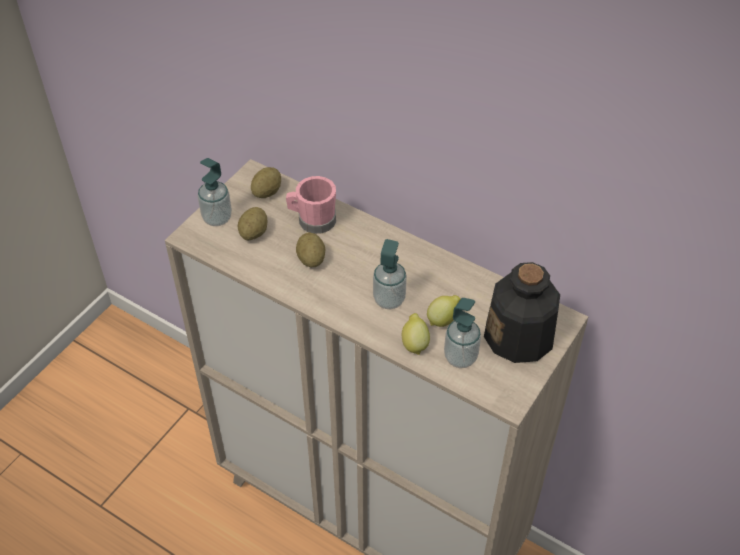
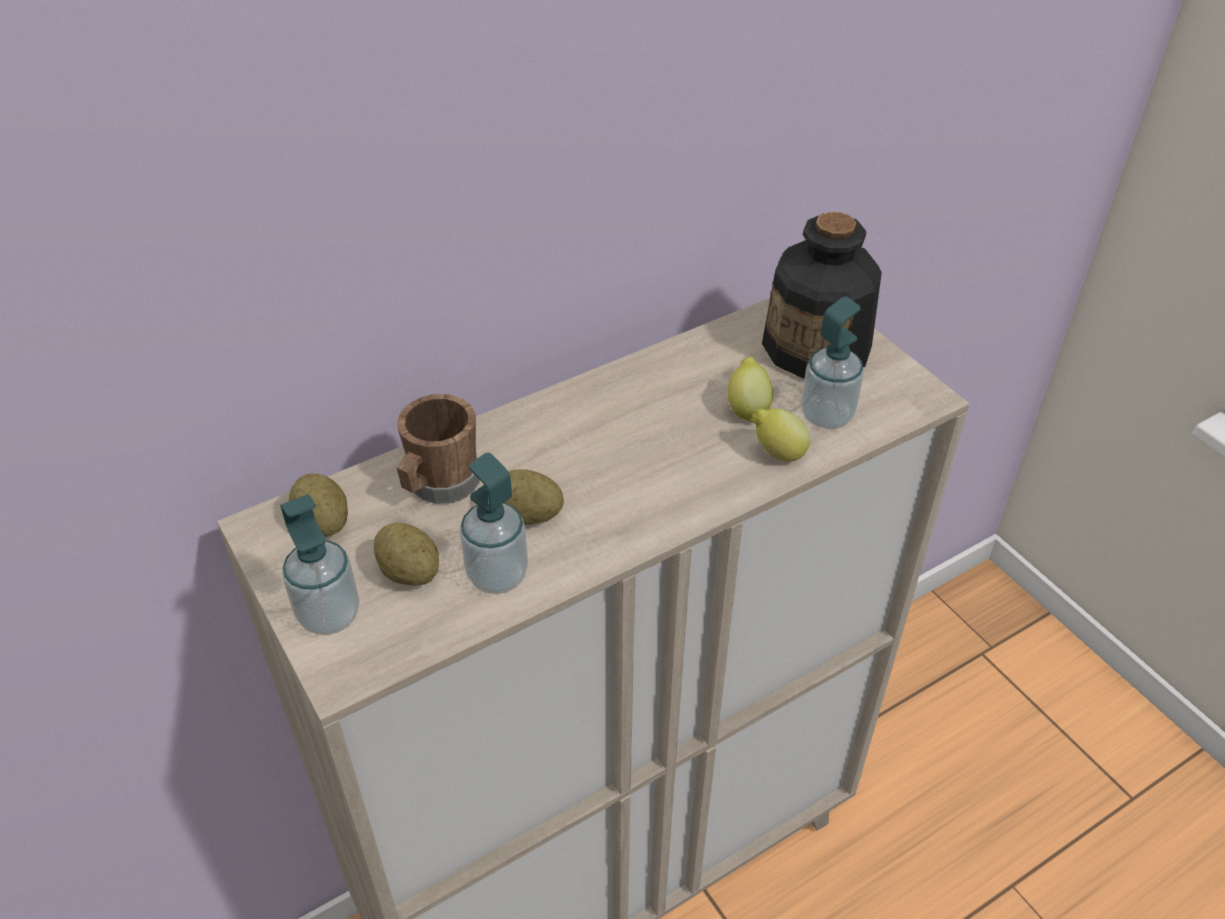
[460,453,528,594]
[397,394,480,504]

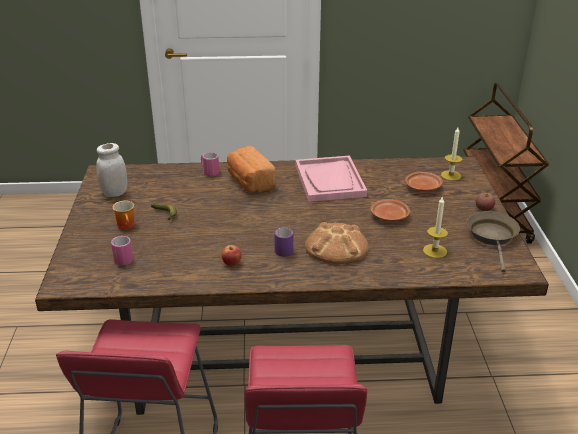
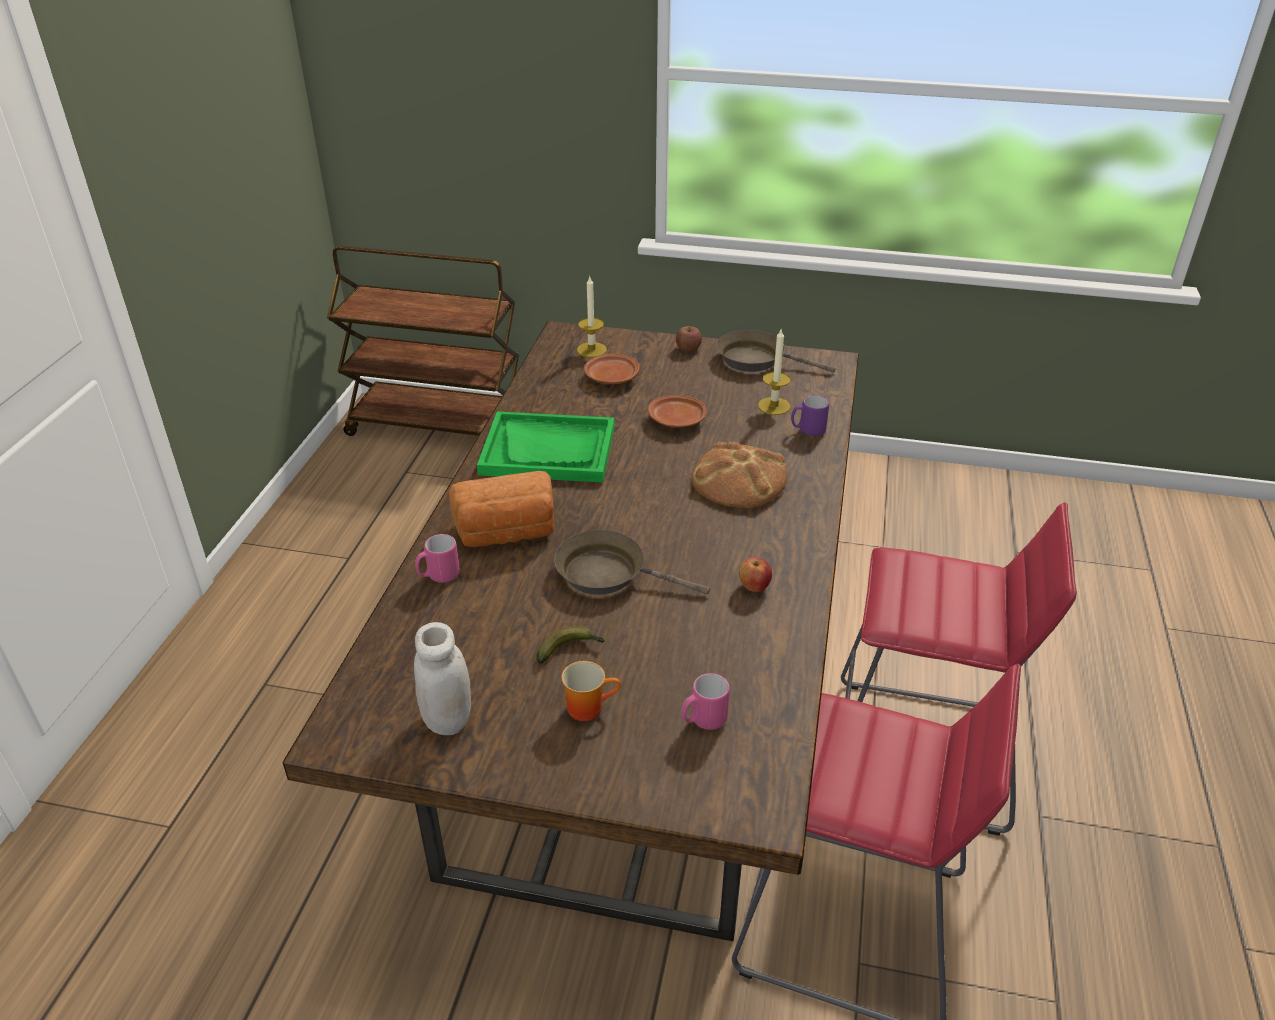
[554,530,710,595]
[791,395,829,436]
[477,411,615,483]

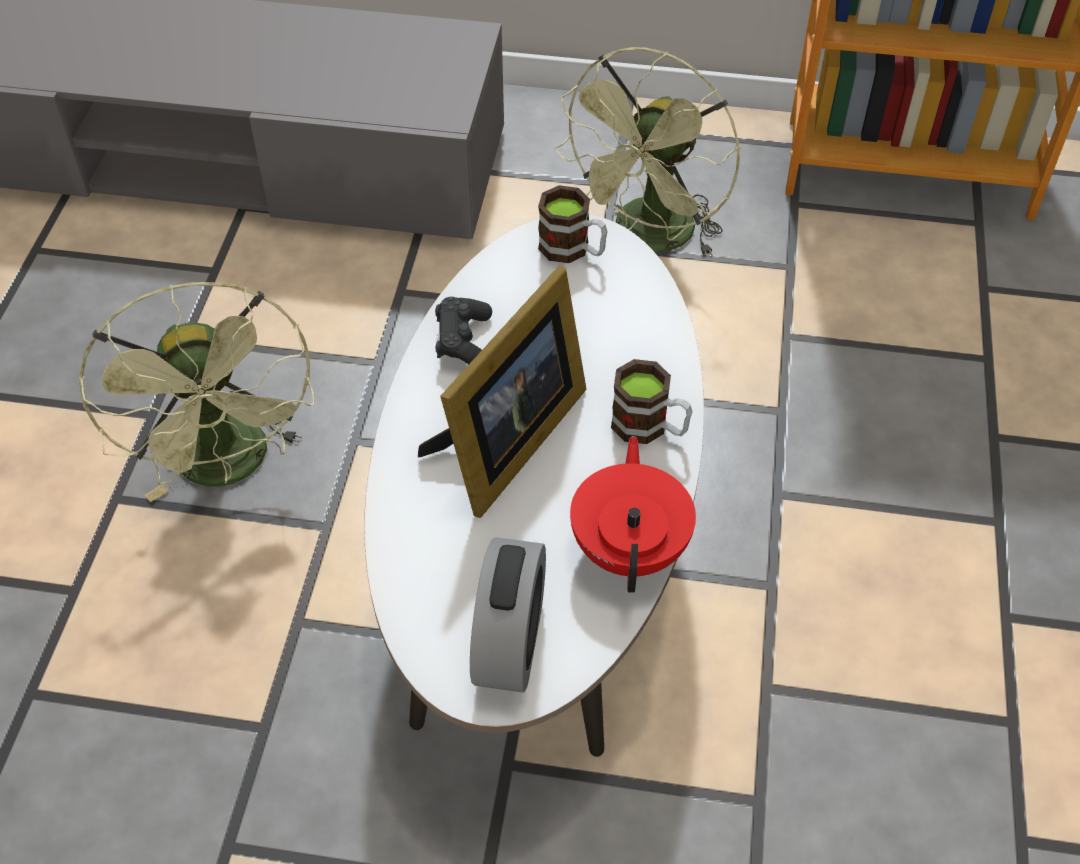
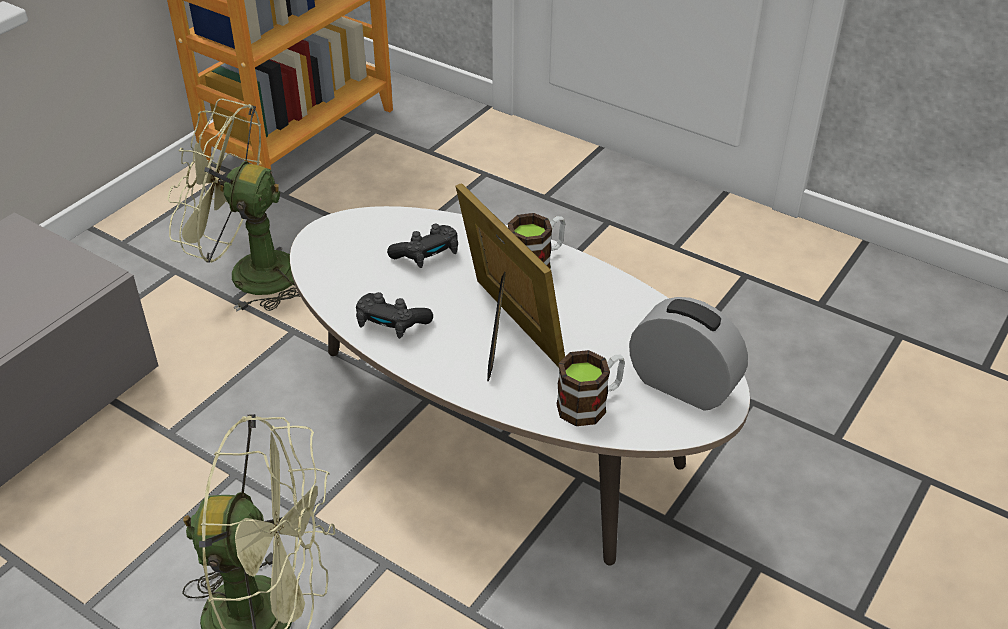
[570,436,696,593] (first image)
[387,224,458,268]
[556,350,625,426]
[167,98,301,311]

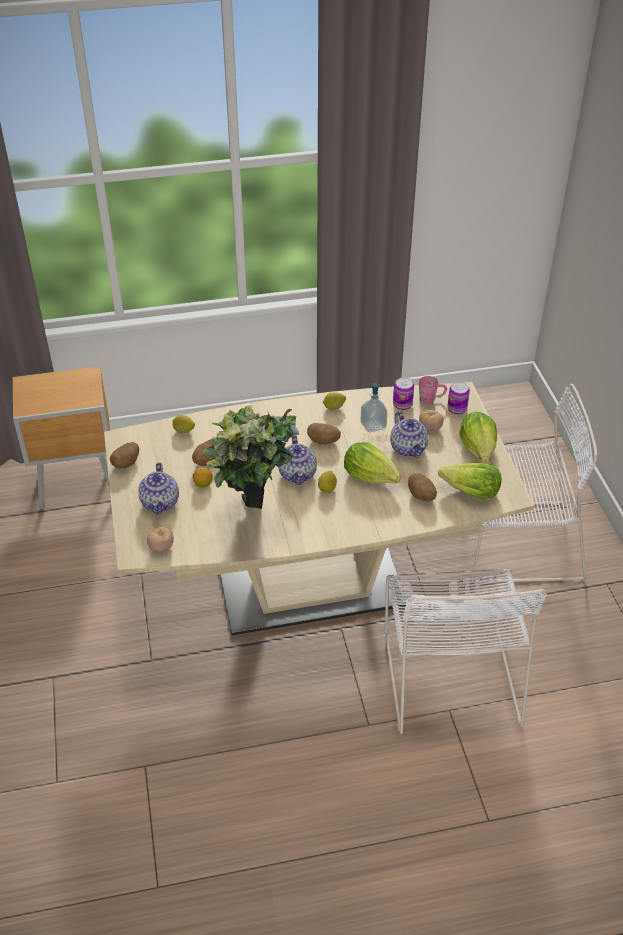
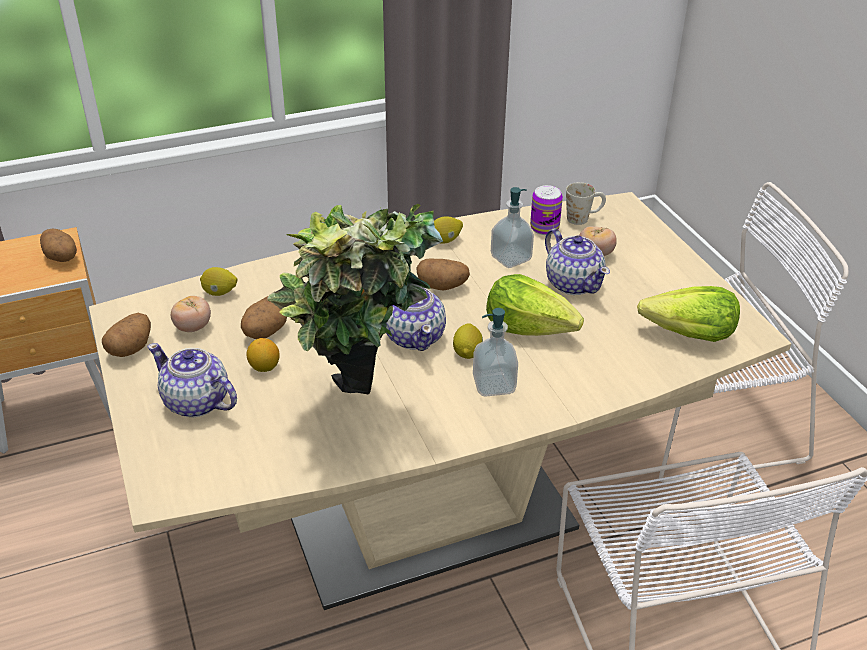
[447,382,470,415] (first image)
[459,411,497,462] (first image)
[473,308,518,397]
[171,296,211,332]
[40,229,77,262]
[566,182,606,225]
[147,343,237,418]

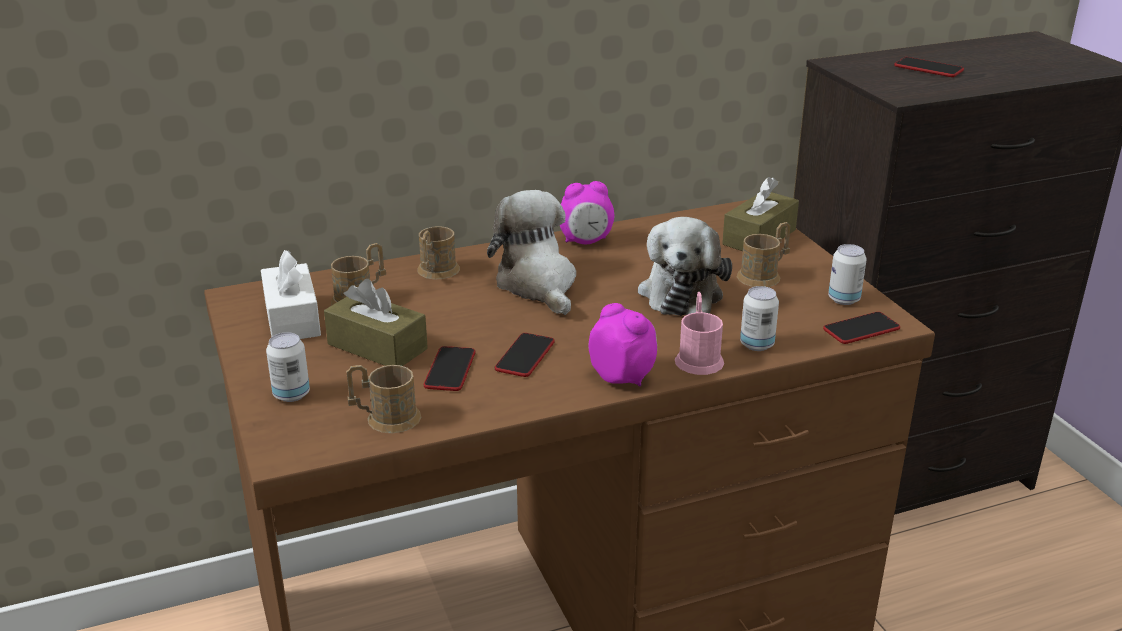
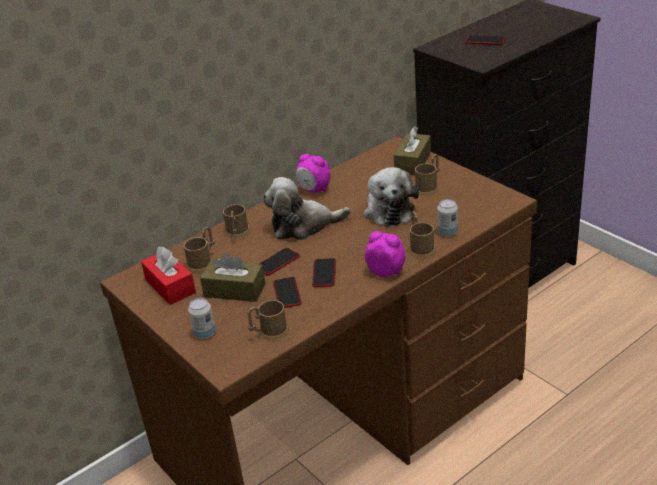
[828,244,867,305] (first image)
[259,248,300,275]
[141,246,196,305]
[408,211,437,259]
[263,177,351,240]
[296,154,331,193]

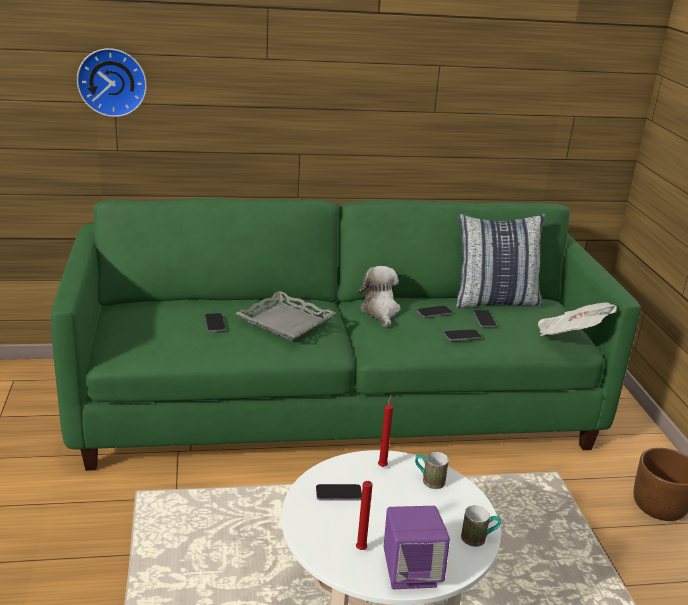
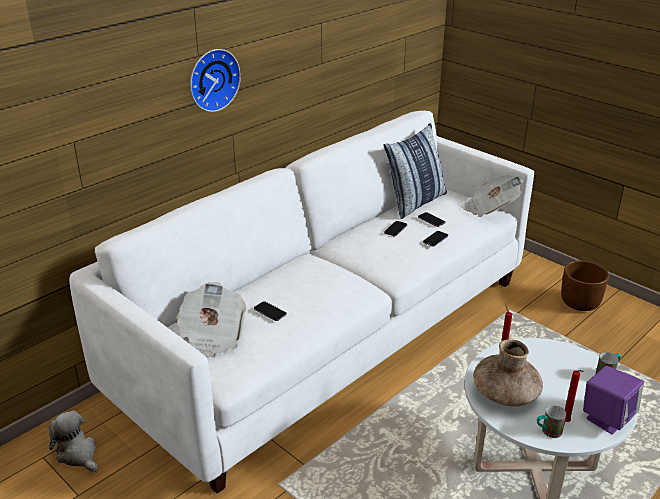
[235,291,336,341] (first image)
[176,282,246,358]
[190,49,241,112]
[49,411,98,472]
[537,405,566,438]
[473,339,543,406]
[69,111,534,494]

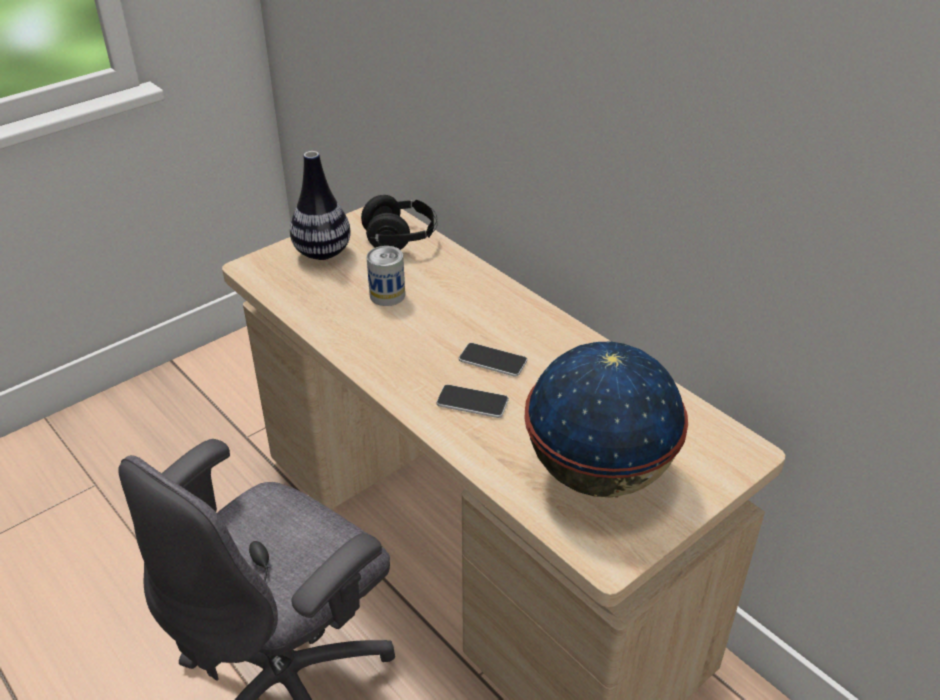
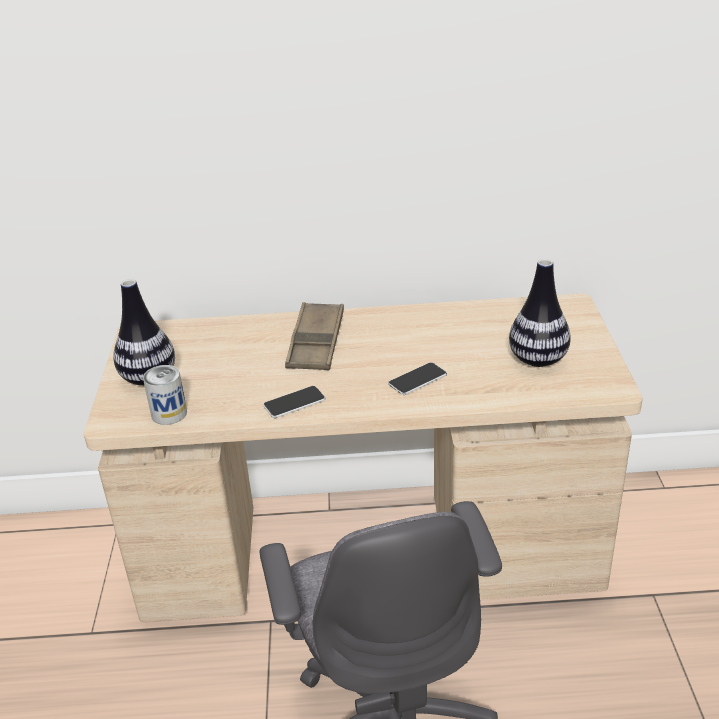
[361,195,438,250] (first image)
[285,302,344,370]
[143,365,187,425]
[263,386,325,418]
[509,259,571,367]

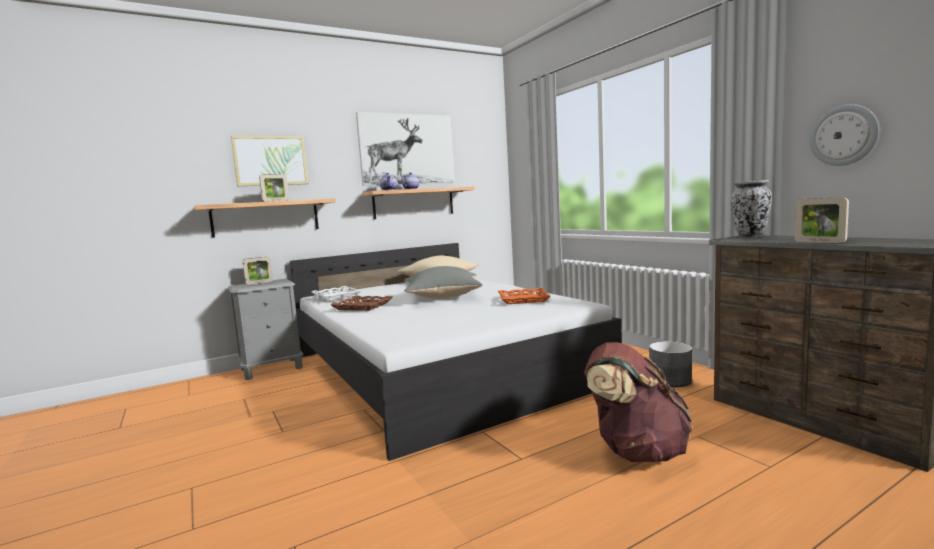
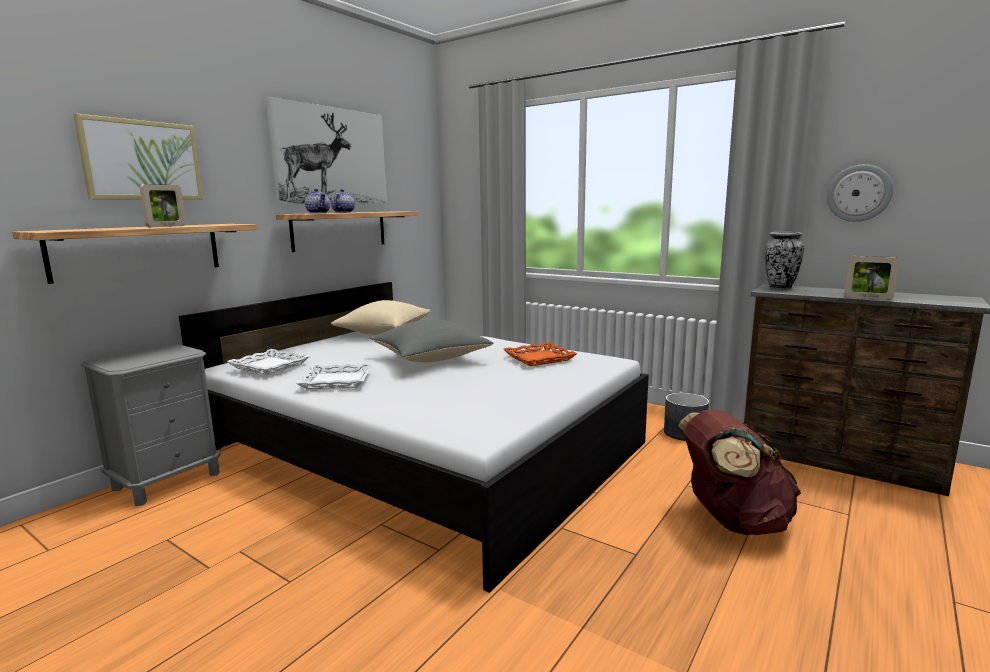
[243,257,273,285] (first image)
[296,363,373,389]

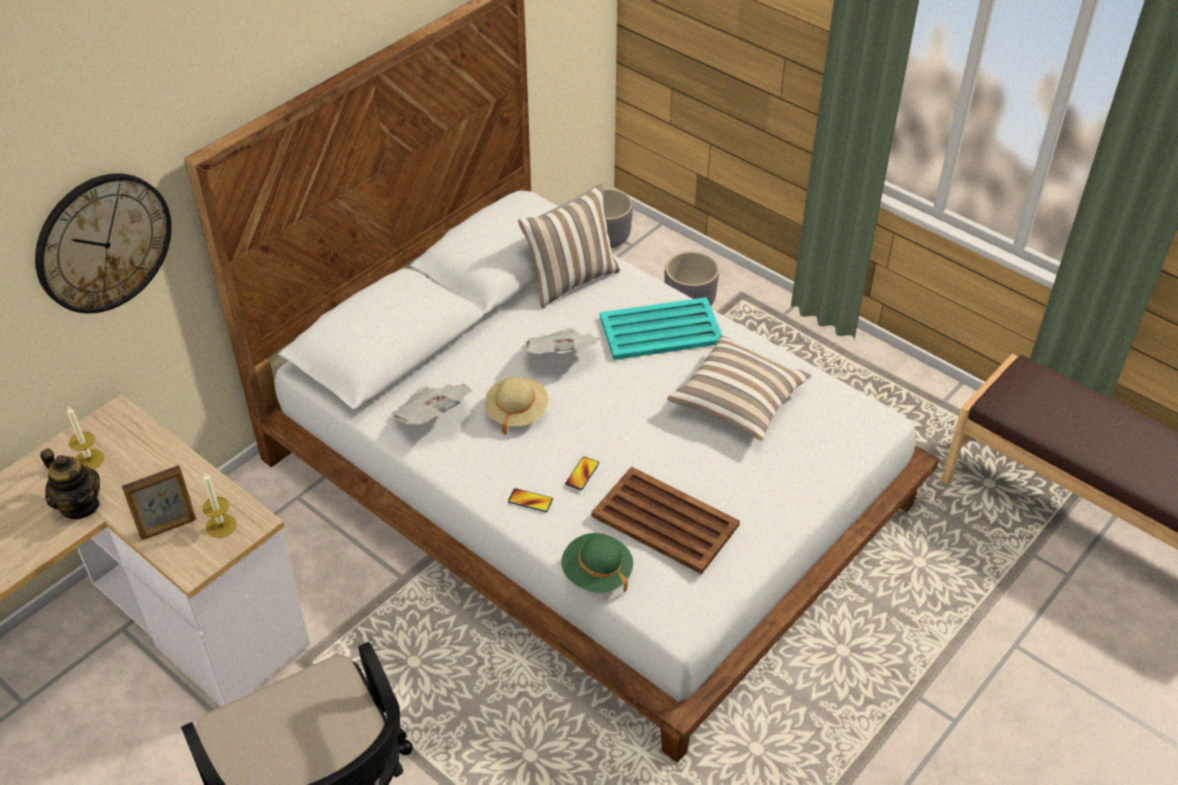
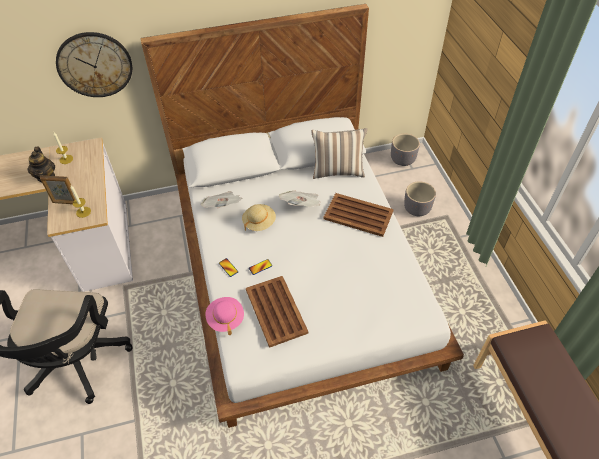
[667,335,811,441] (first image)
[205,297,244,335]
[323,193,394,237]

